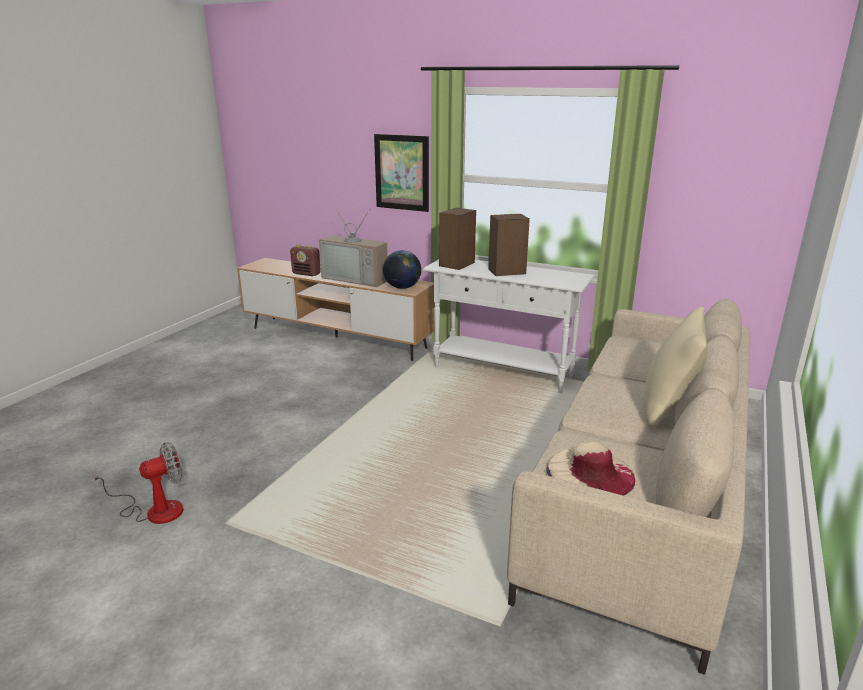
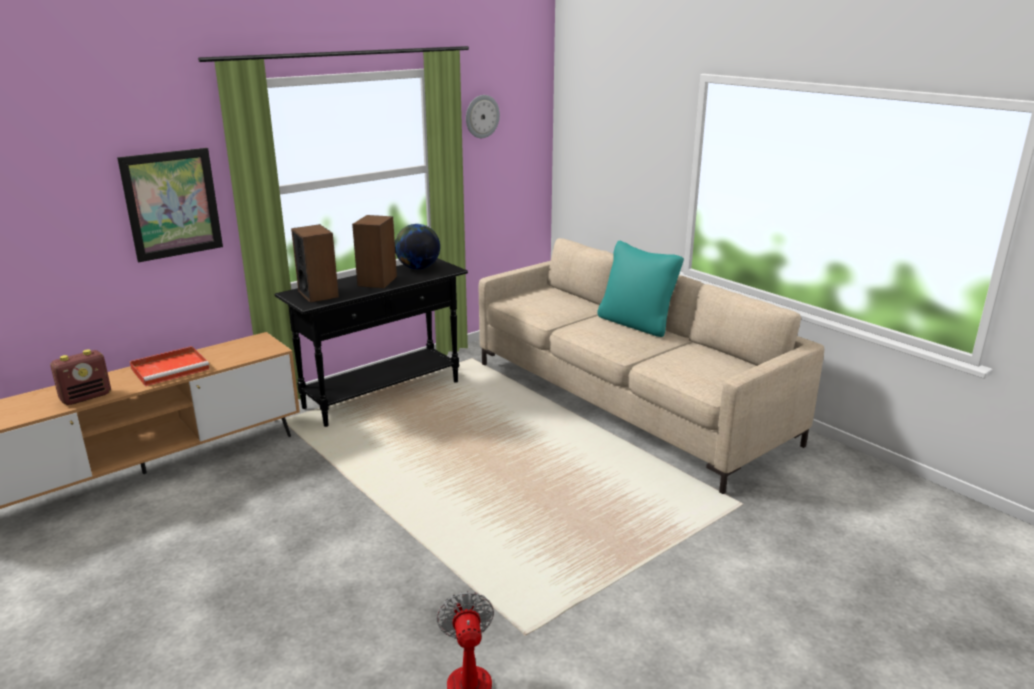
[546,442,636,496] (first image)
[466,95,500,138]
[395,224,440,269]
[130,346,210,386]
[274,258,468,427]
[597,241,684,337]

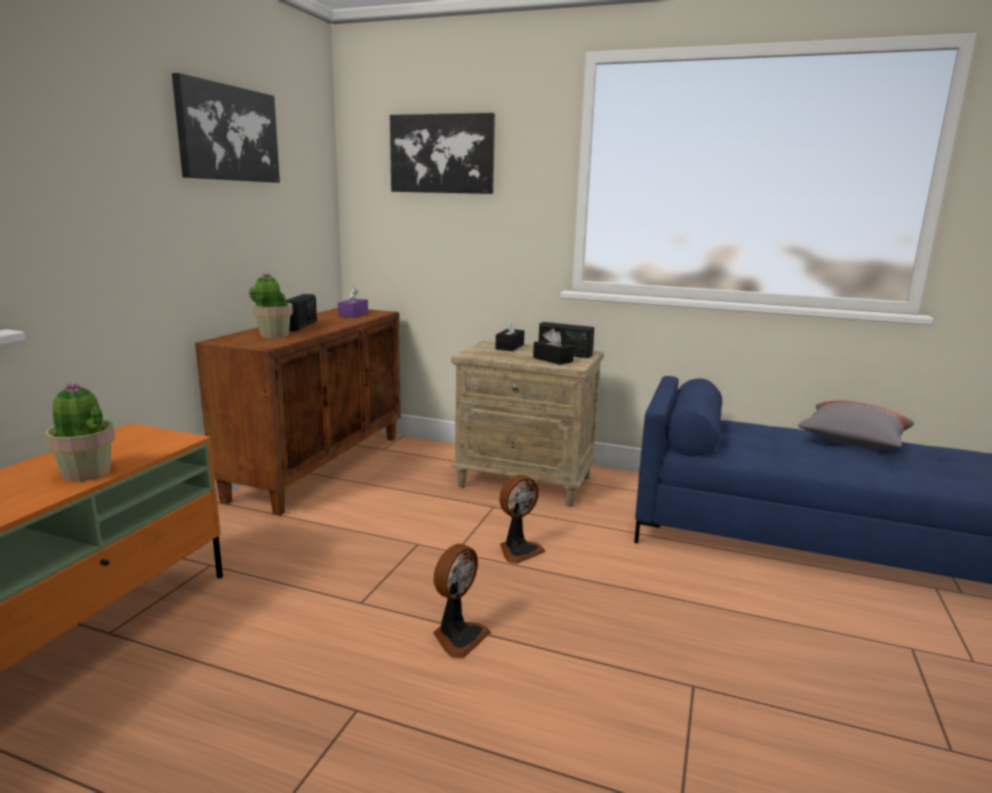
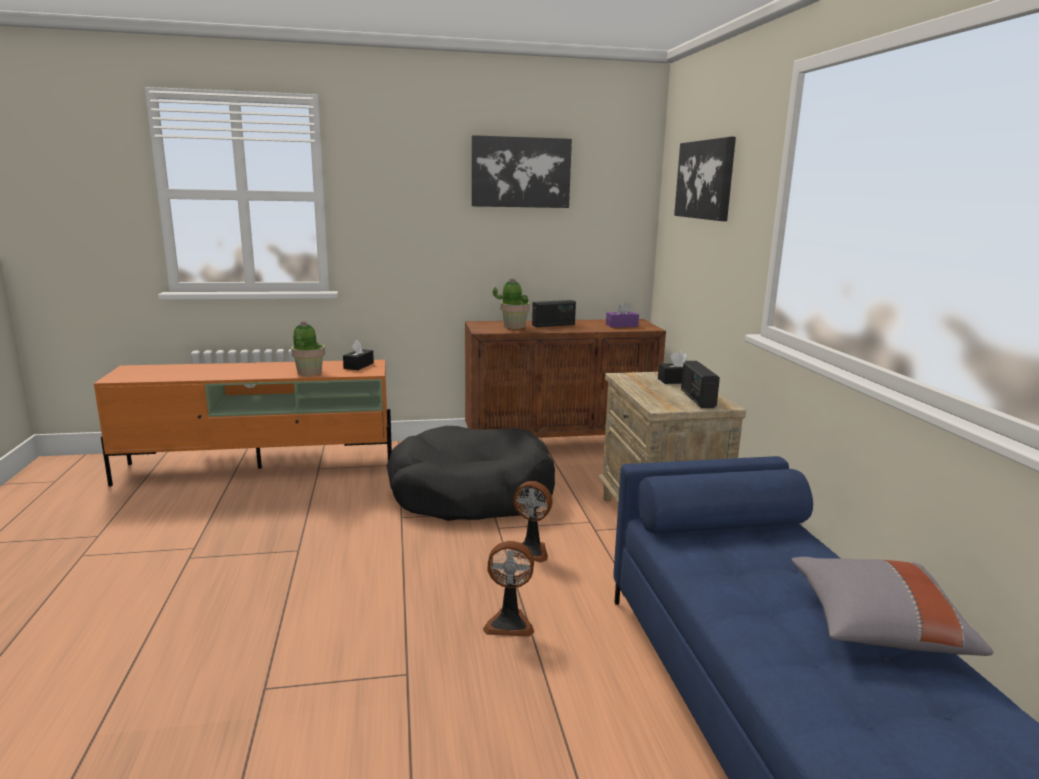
[386,426,555,521]
[483,541,534,637]
[343,340,374,370]

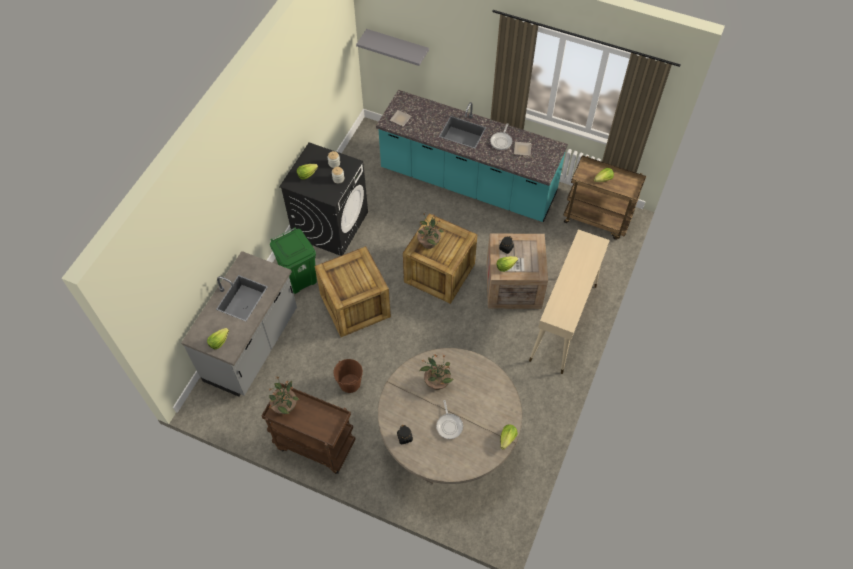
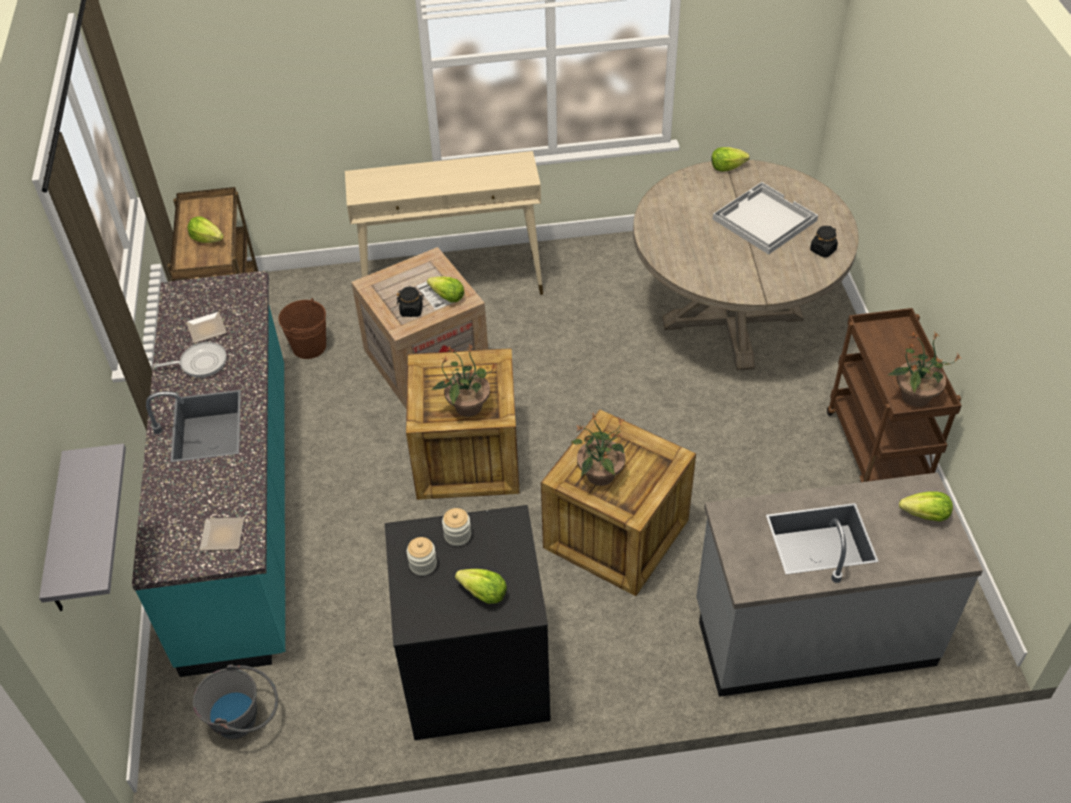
[270,227,317,294] (first image)
[193,664,278,739]
[278,298,326,359]
[570,413,625,486]
[713,182,818,255]

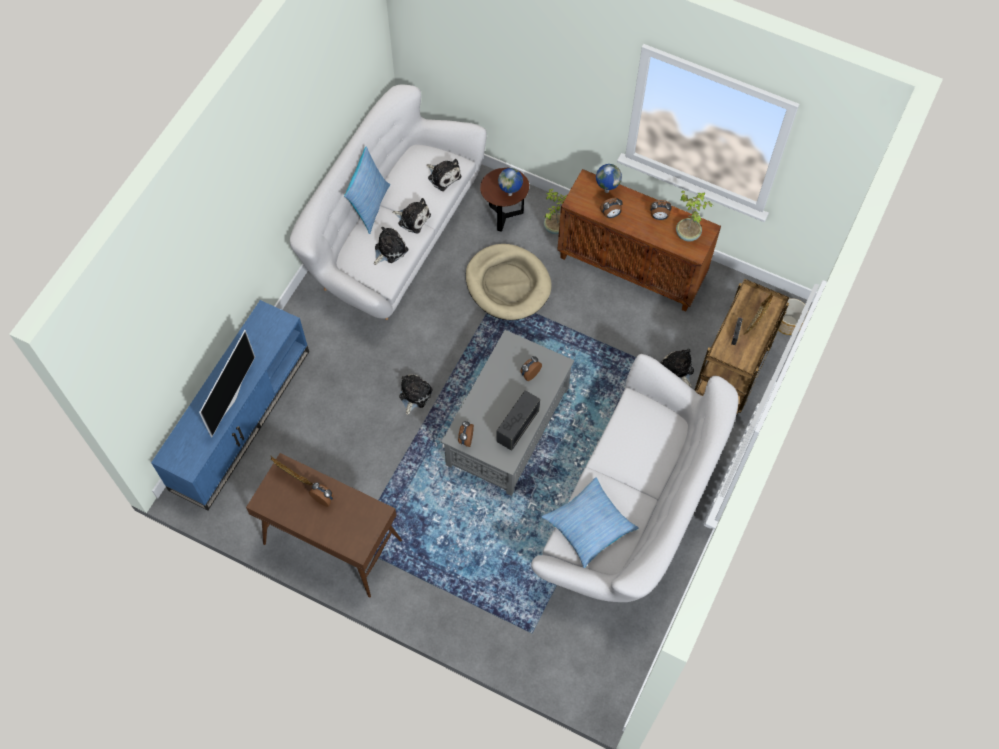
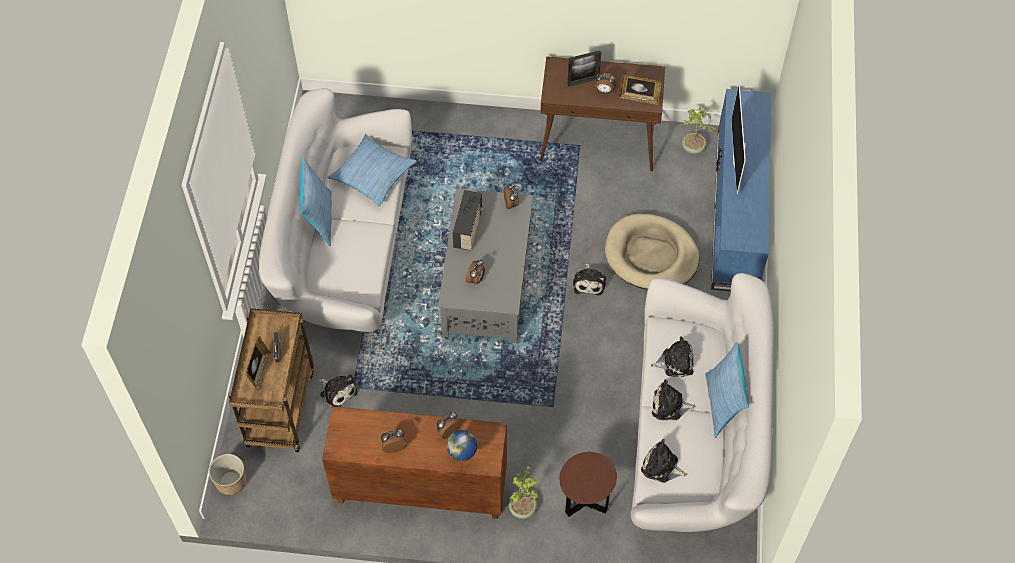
[498,168,523,196] (first image)
[299,157,332,246]
[568,50,601,87]
[605,214,700,290]
[682,106,716,154]
[651,336,694,377]

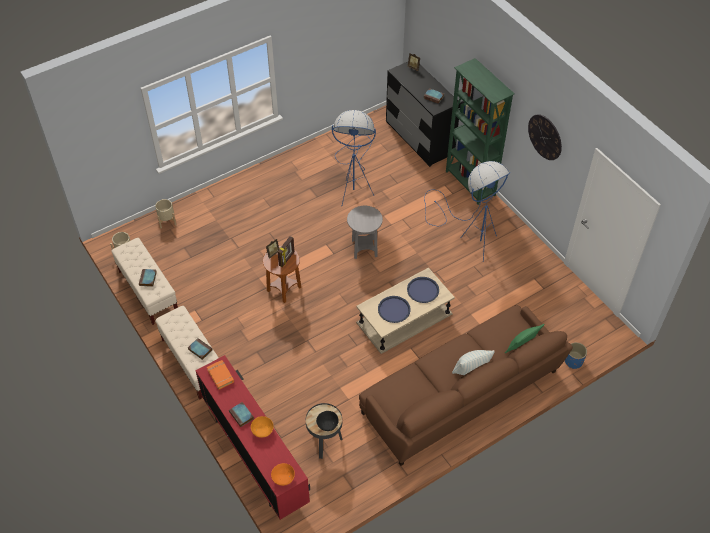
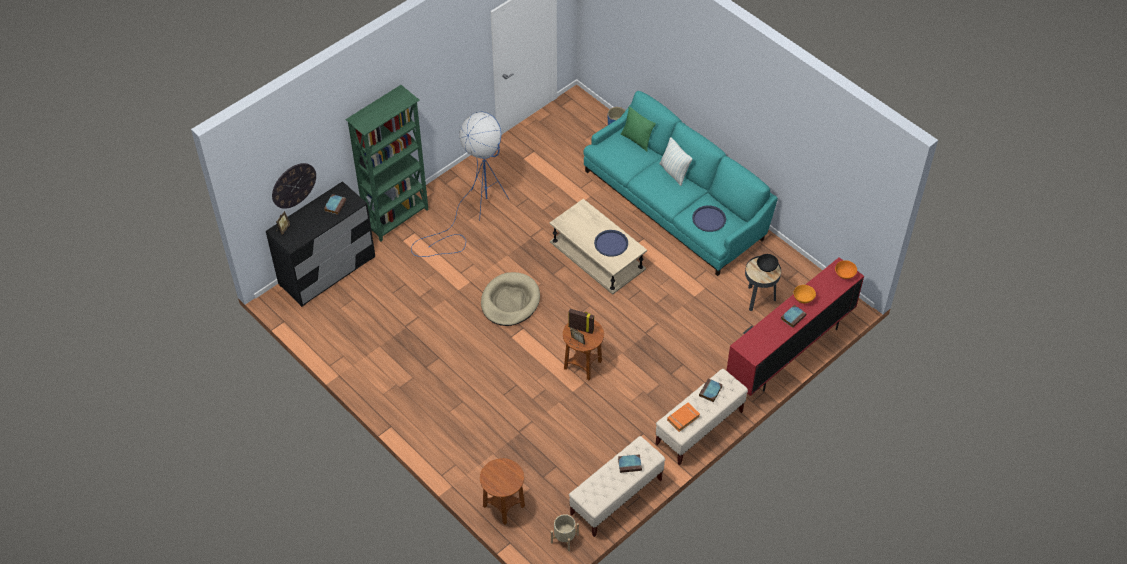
[332,110,376,205] (first image)
[667,403,700,432]
[692,205,726,232]
[272,163,316,209]
[480,458,525,525]
[481,272,540,326]
[583,91,778,276]

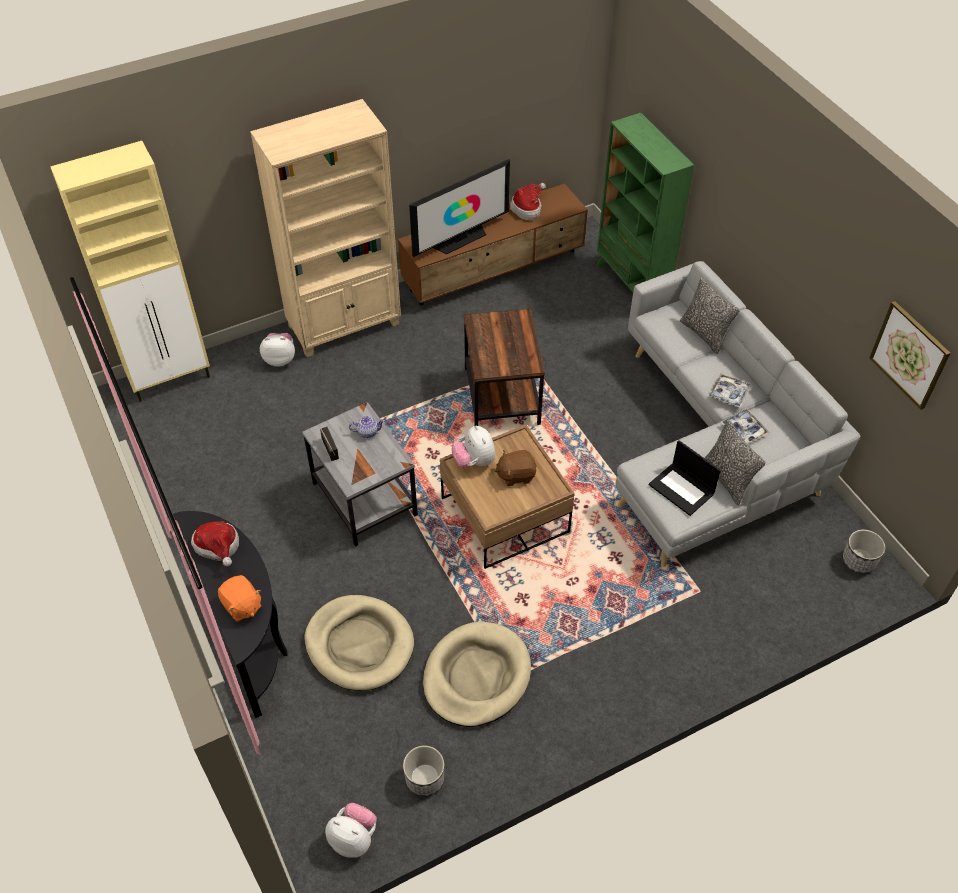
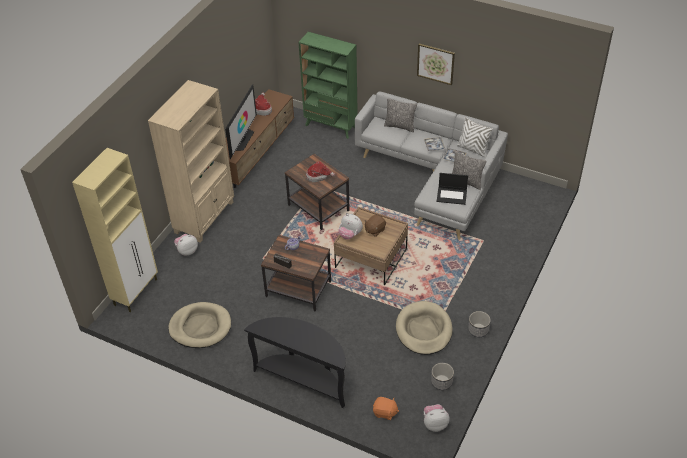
[457,117,493,157]
[306,161,335,182]
[373,397,399,420]
[168,302,231,348]
[468,311,491,337]
[417,44,455,85]
[261,235,331,311]

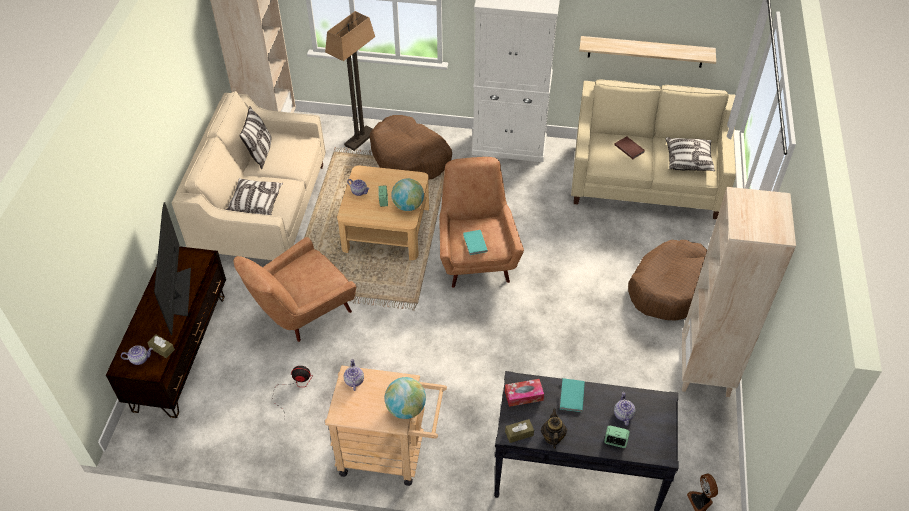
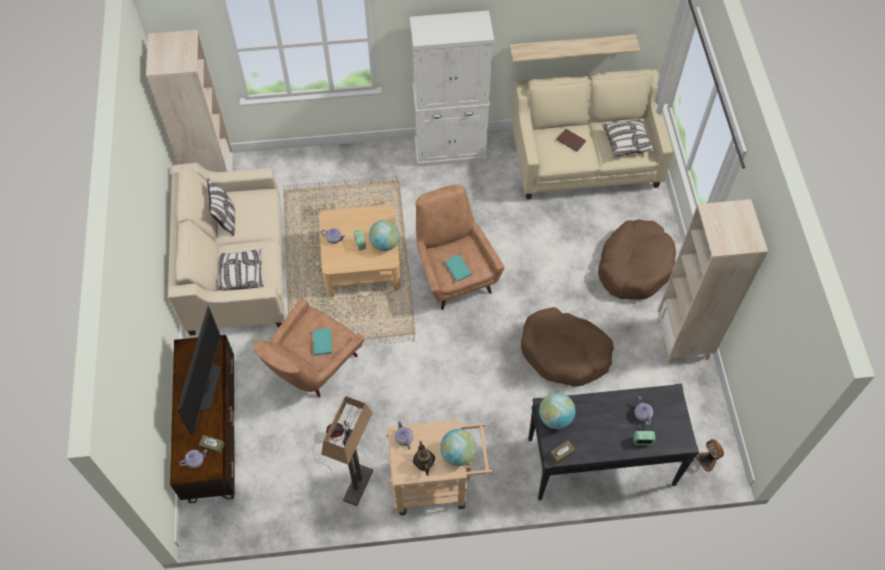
[321,396,373,506]
[521,307,614,386]
[413,441,435,476]
[313,328,332,356]
[539,393,575,429]
[177,306,221,435]

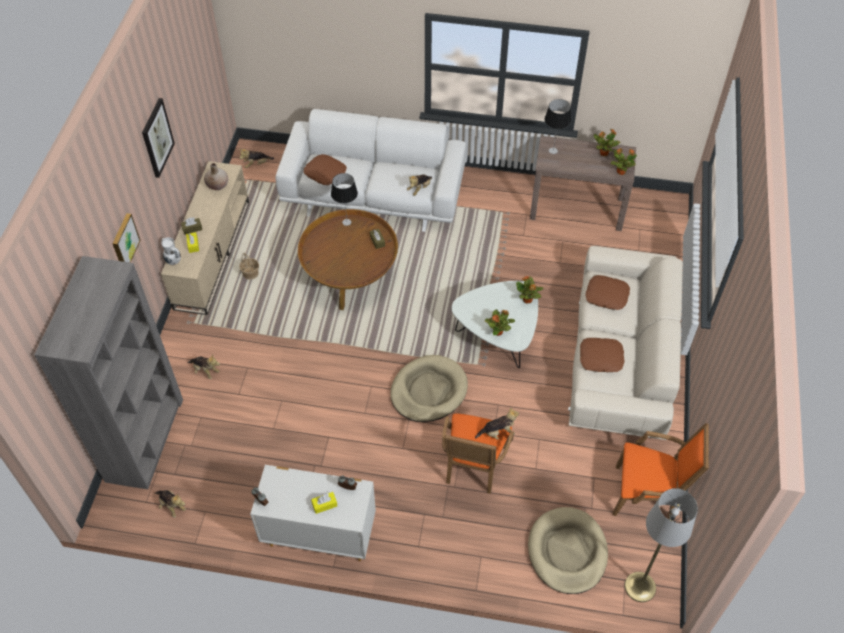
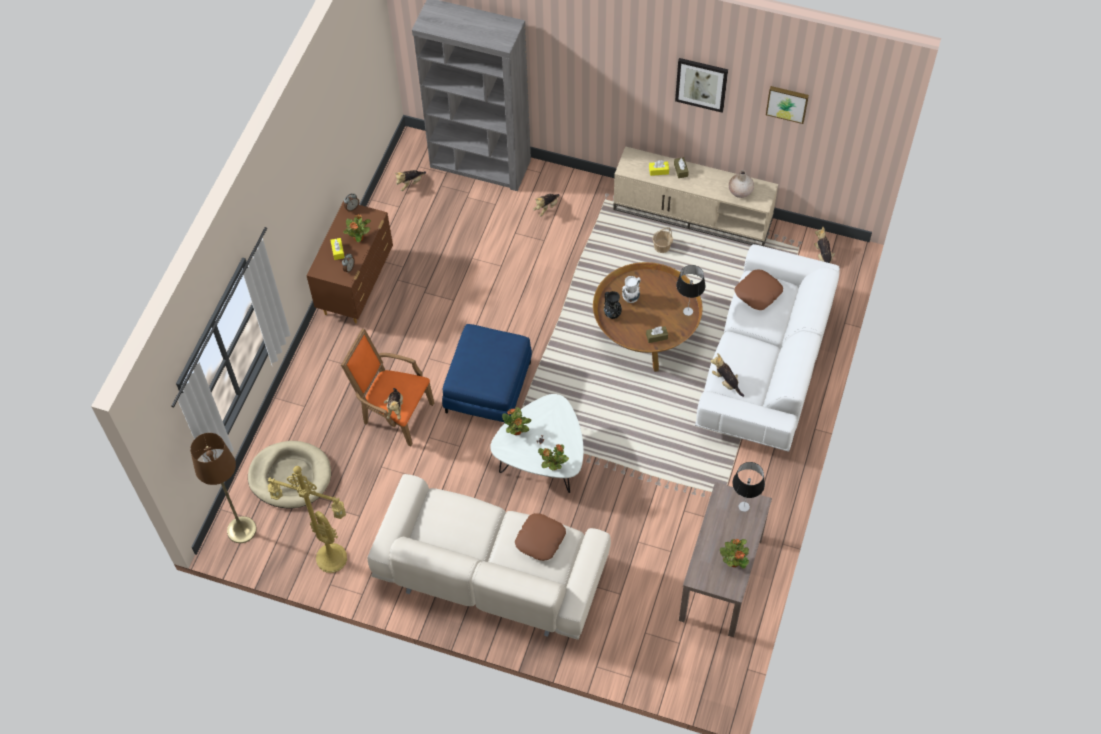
[580,338,625,372] (first image)
[604,291,622,319]
[766,86,809,124]
[622,276,641,303]
[343,214,371,242]
[442,324,532,422]
[268,466,347,573]
[306,201,393,323]
[190,433,257,543]

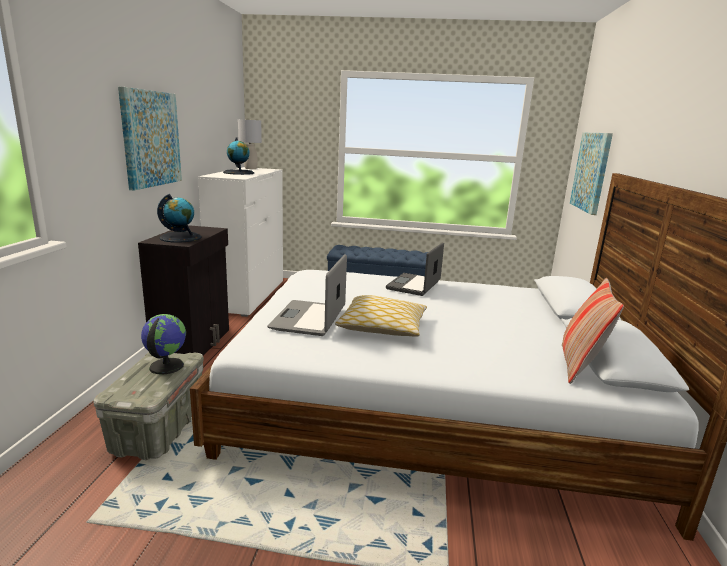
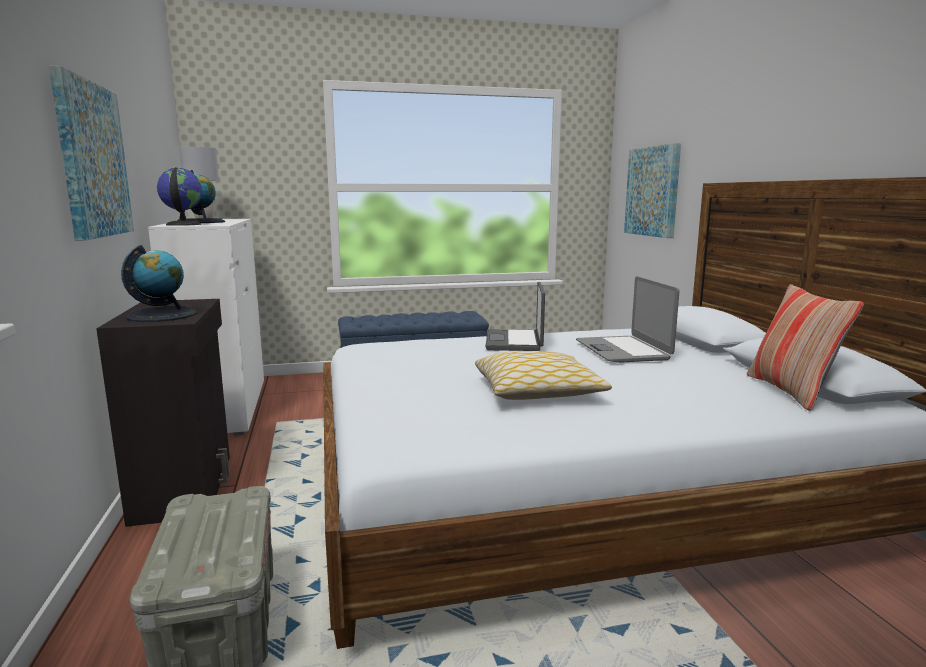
[157,167,202,226]
[576,276,679,363]

